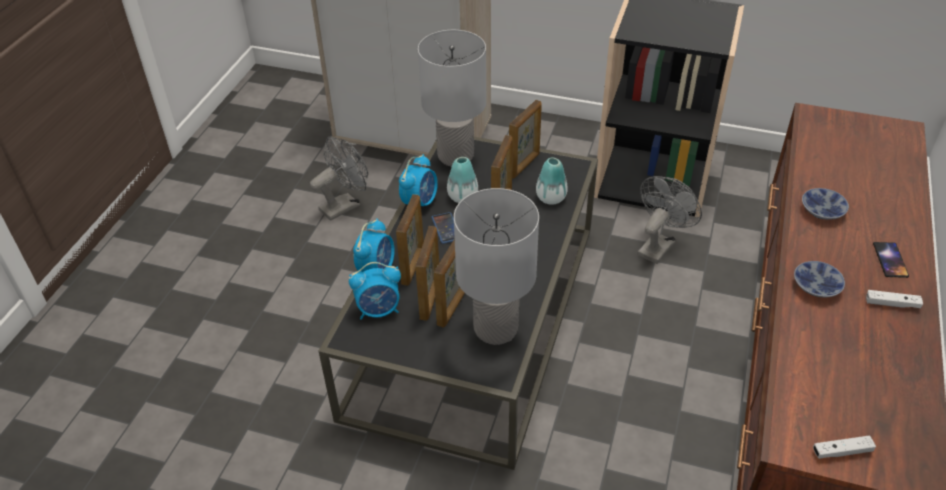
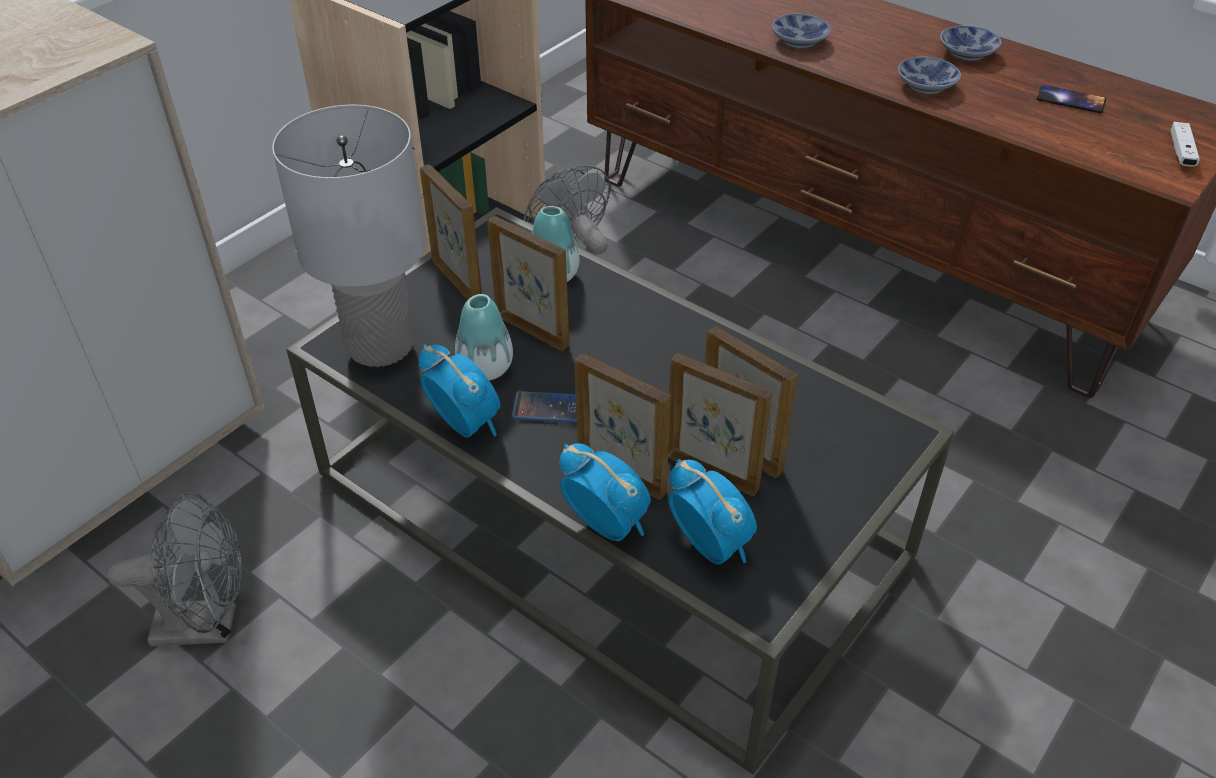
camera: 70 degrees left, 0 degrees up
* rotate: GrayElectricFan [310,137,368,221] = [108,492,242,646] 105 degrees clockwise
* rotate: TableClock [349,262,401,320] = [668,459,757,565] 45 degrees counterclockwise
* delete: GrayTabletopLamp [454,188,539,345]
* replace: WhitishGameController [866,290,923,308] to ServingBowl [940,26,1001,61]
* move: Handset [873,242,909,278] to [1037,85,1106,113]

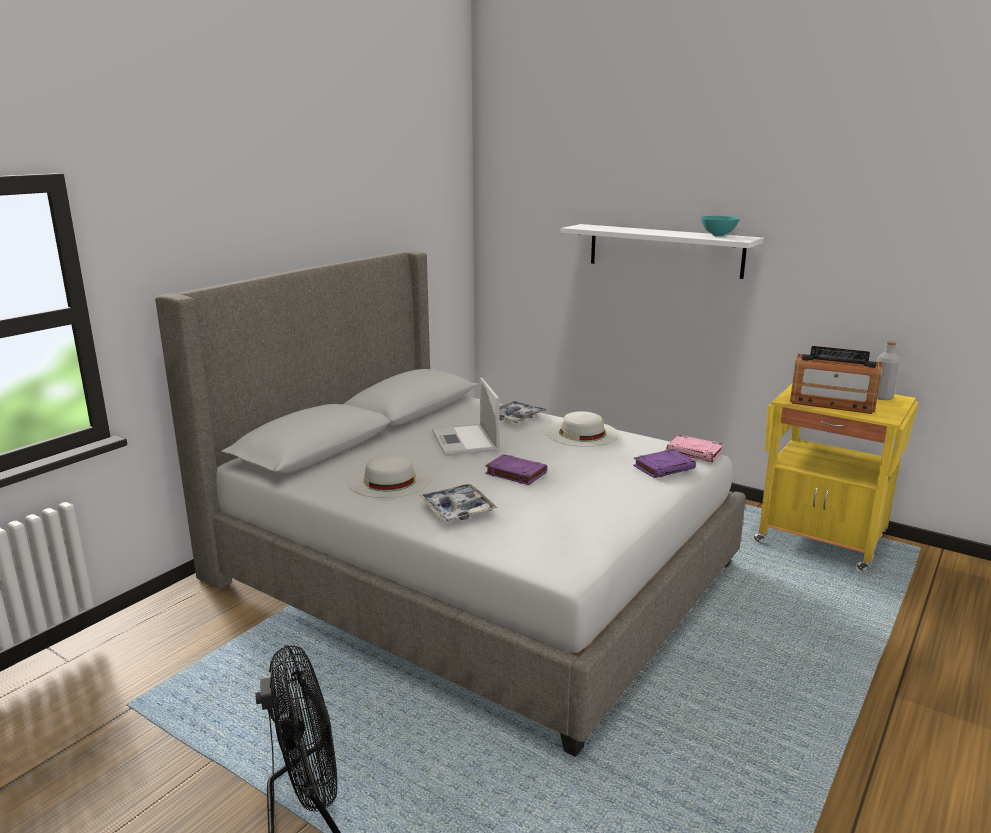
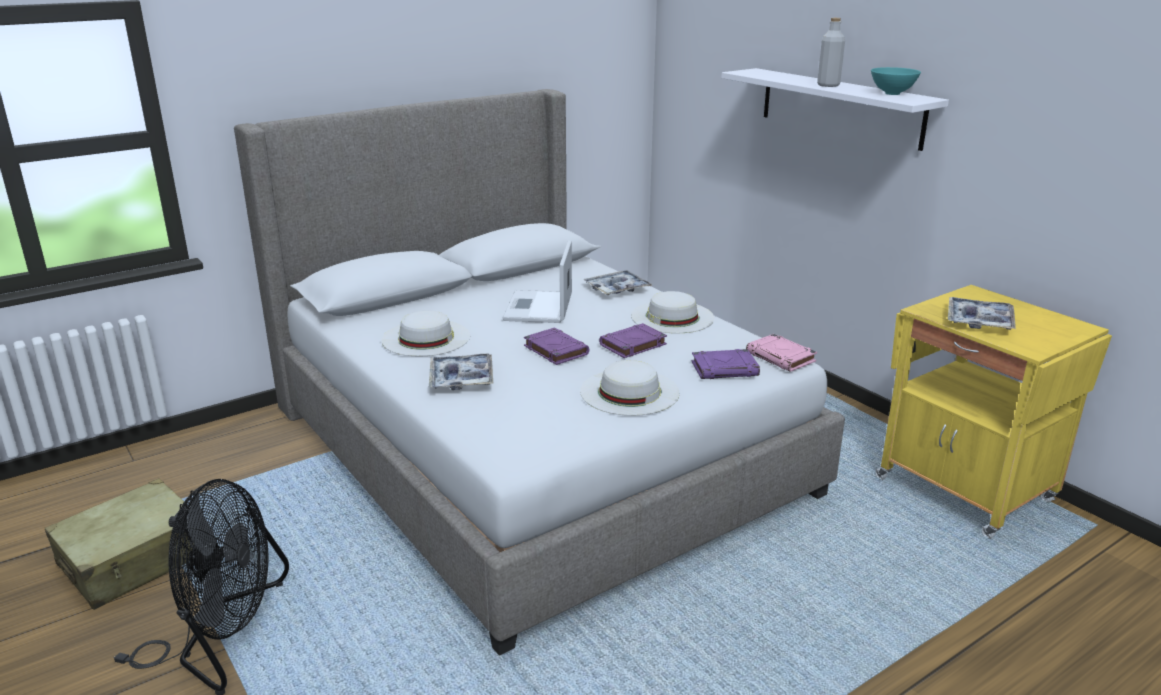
camera: 20 degrees right, 5 degrees up
* replace: Radio [790,346,882,414] to ServingTray [948,297,1016,330]
* move: GrayDrinkBottle [877,341,900,400] to [817,18,845,87]
* insert: BeigeColouredSuitcase [45,478,192,610]
* insert: WhitishClothingHat [580,360,680,416]
* insert: PurpleColouredBook [599,323,667,358]

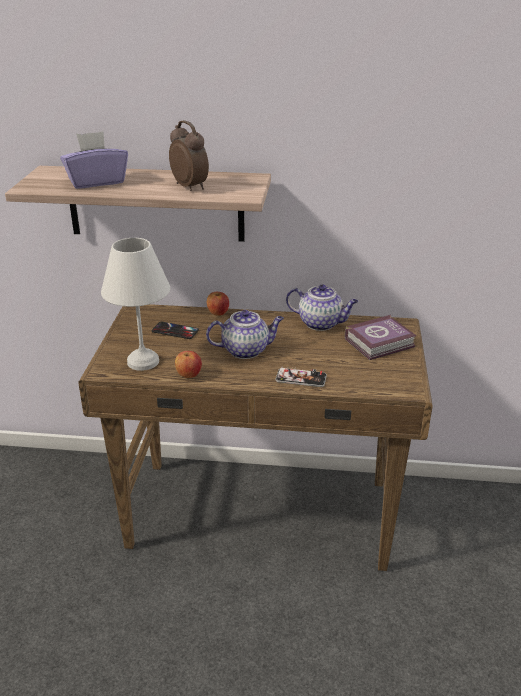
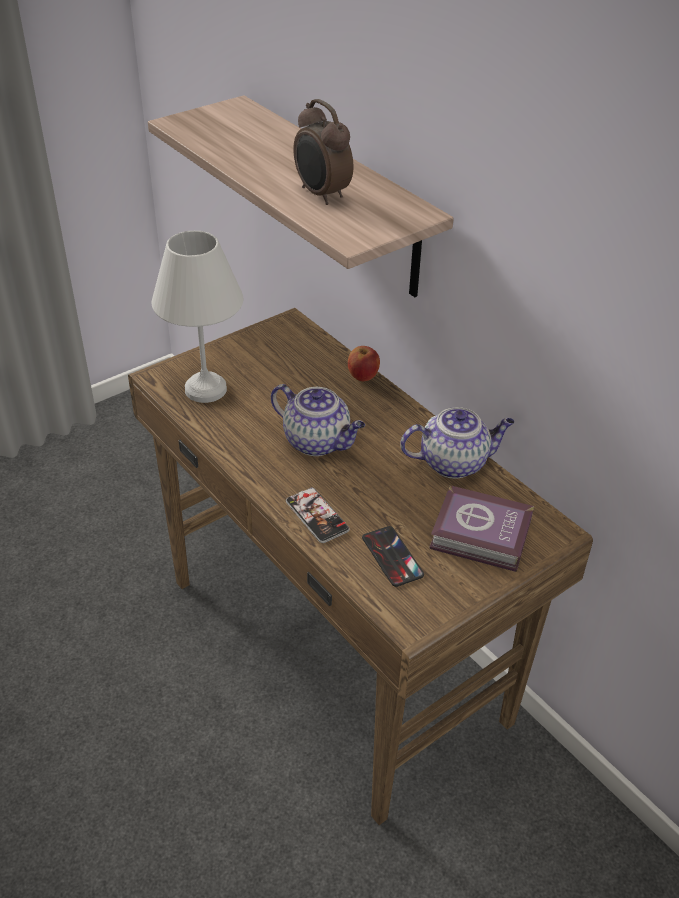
camera: 45 degrees right, 10 degrees up
* delete: PurpleColouredTissueBox [60,131,128,189]
* move: Handset [152,322,199,339] to [362,526,424,587]
* rotate: TableClock [169,120,209,191] = [293,99,353,205] 135 degrees clockwise
* delete: Apple [175,351,202,378]
* rotate: Teapot [286,284,358,331] = [400,407,515,479] 75 degrees counterclockwise

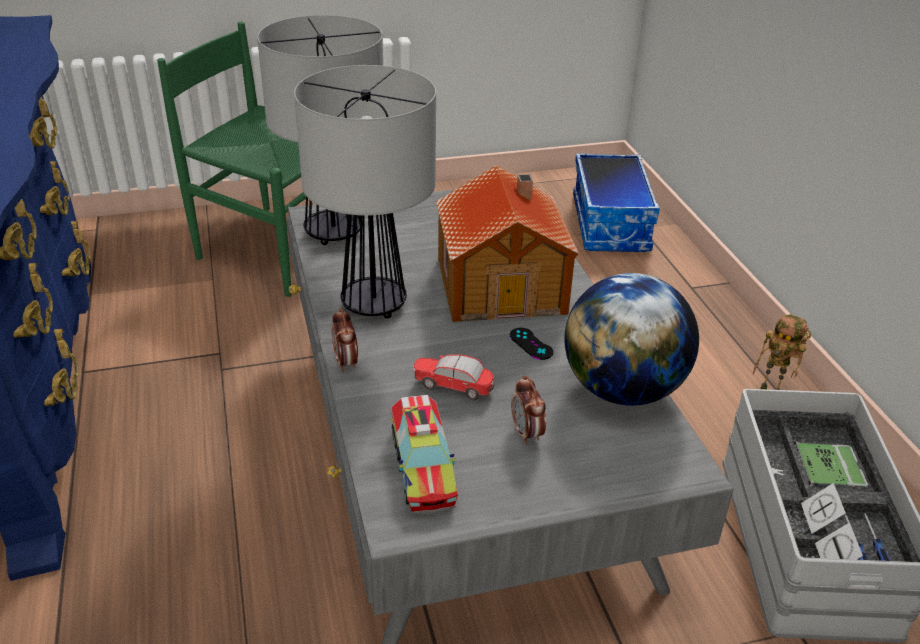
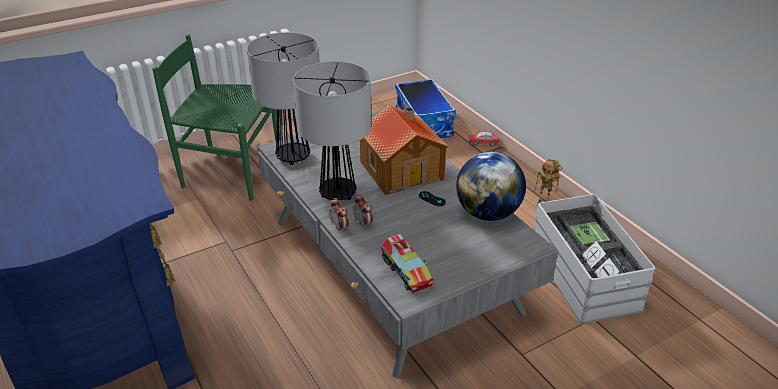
camera: 15 degrees left, 0 degrees up
* move: MiniatureCar [413,355,494,400] to [468,131,499,147]
* move: TableClock [511,376,546,445] to [353,194,373,229]

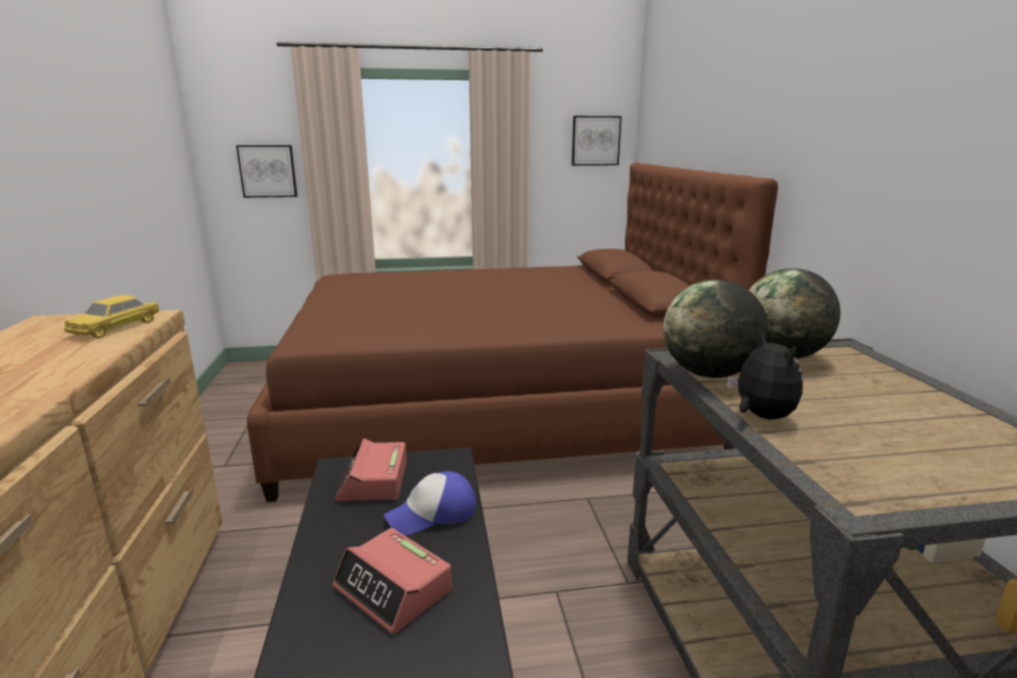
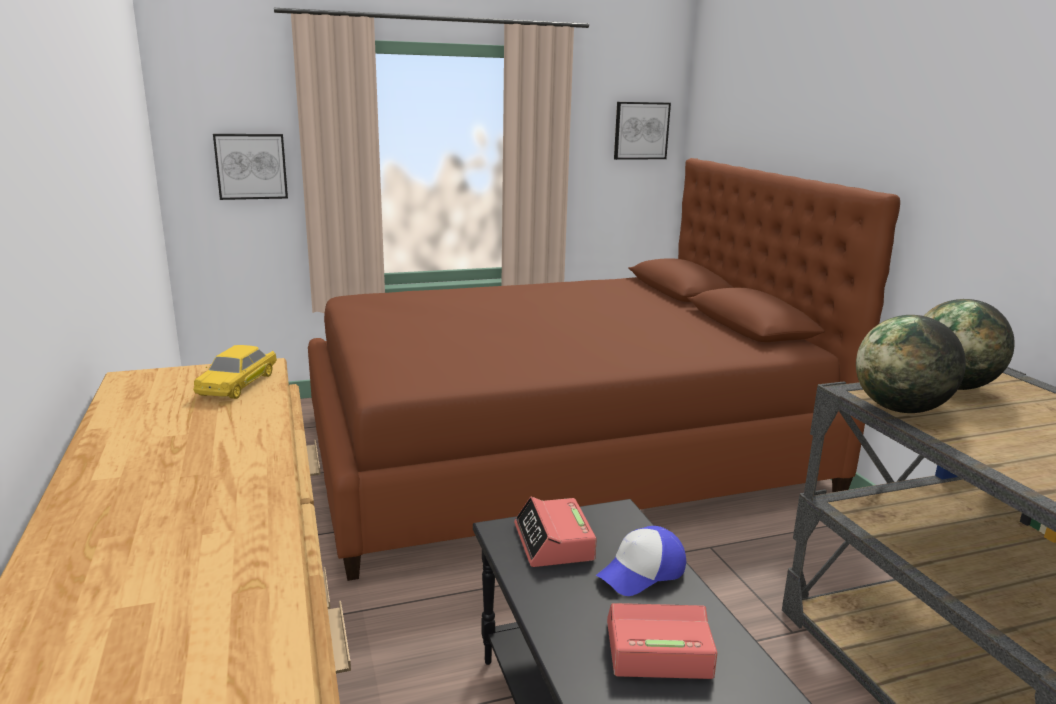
camera: 10 degrees left, 0 degrees up
* rotate: TableClock [333,528,452,634] = [607,603,717,679] 150 degrees clockwise
* delete: PlushToy [728,331,803,420]

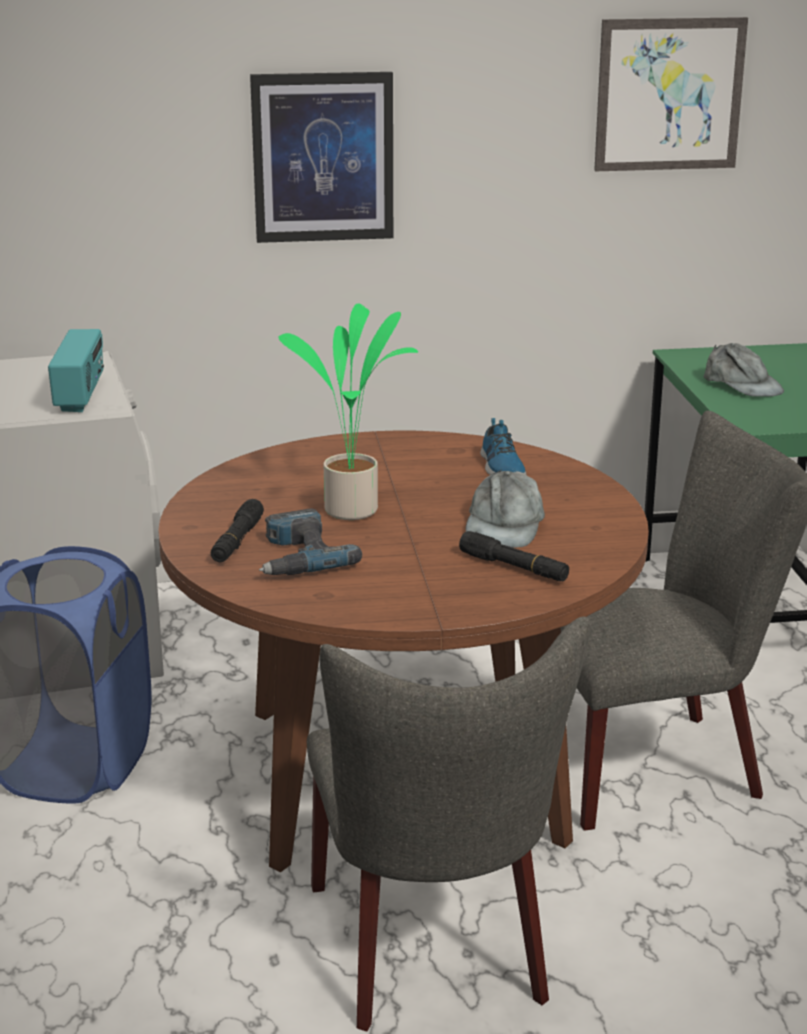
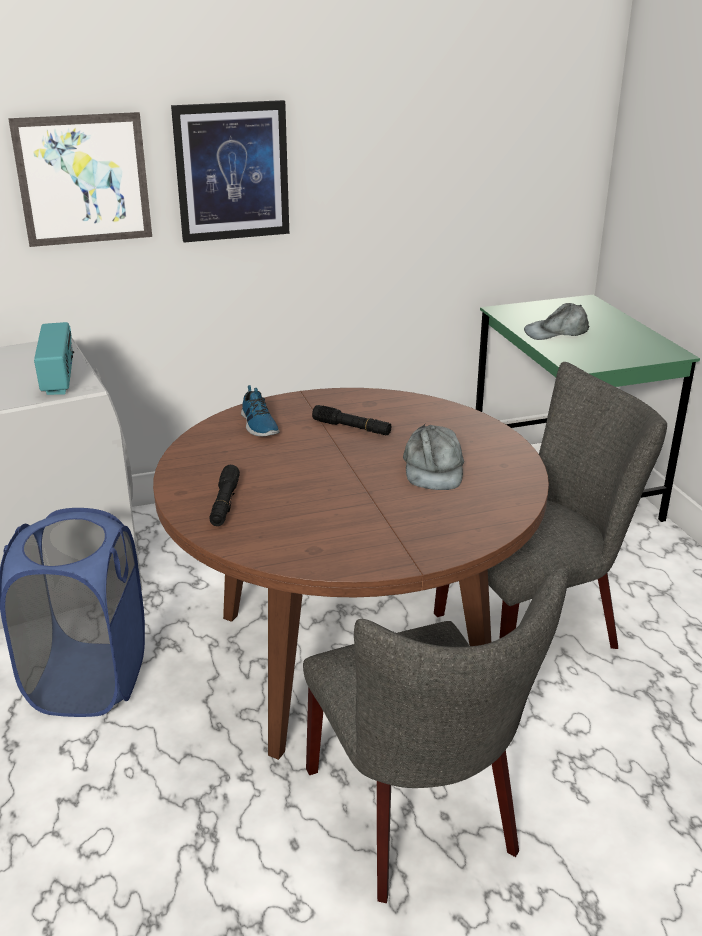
camera: 10 degrees left, 5 degrees up
* delete: PowerDrill [259,509,362,575]
* delete: Houseplant [278,303,418,520]
* move: BlackishTorch [459,531,569,582] to [312,405,391,435]
* move: LowShoe [480,418,527,475] to [241,385,280,437]
* move: WallPicture [594,17,748,171] to [8,112,152,247]
* rotate: GrayPeakedCap [704,343,784,397] = [524,303,589,340] 120 degrees clockwise

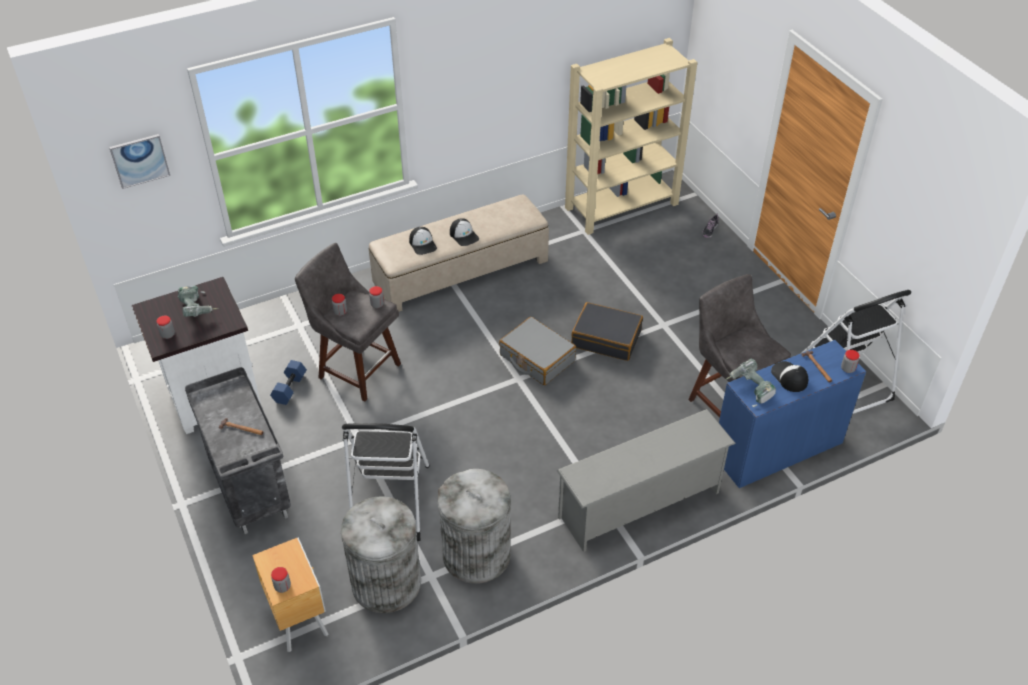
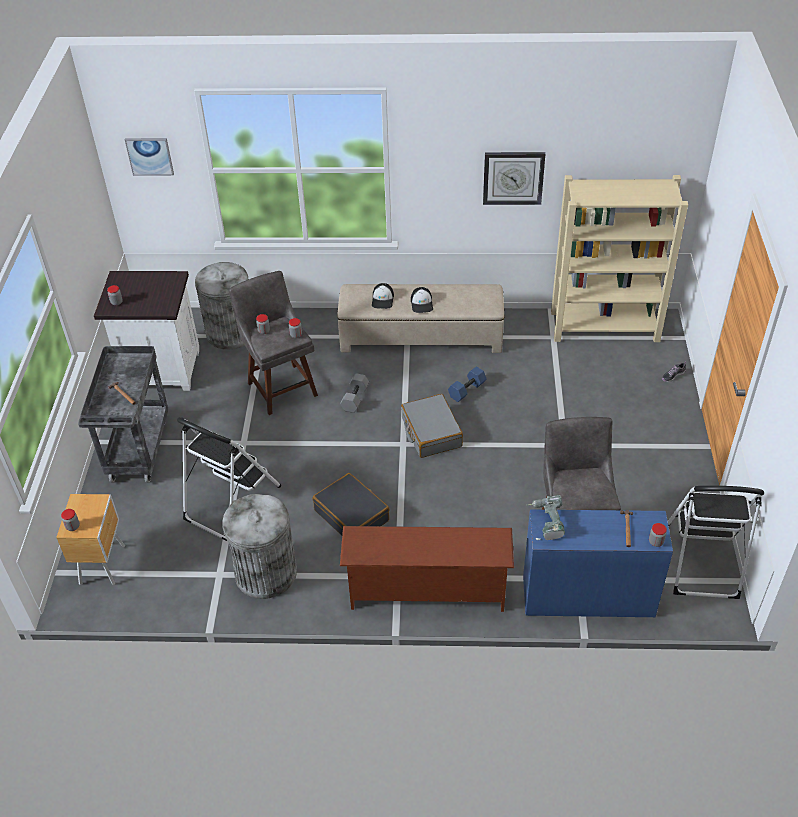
camera: 30 degrees right, 0 degrees up
* delete: PowerDrill [178,286,218,317]
* move: BluishDumbbell [270,360,307,405] to [448,366,487,402]
* move: GrayWasteBin [341,496,421,613] to [195,262,248,350]
* recolor: GrayShoeStand [556,409,736,552] to BrownishShoeStand [340,526,514,612]
* move: BlackishSuitcase [571,302,643,361] to [313,473,390,536]
* delete: PeakedCap [771,361,808,392]
* insert: GrayDumbbell [340,373,369,413]
* insert: WallClock [483,152,545,205]

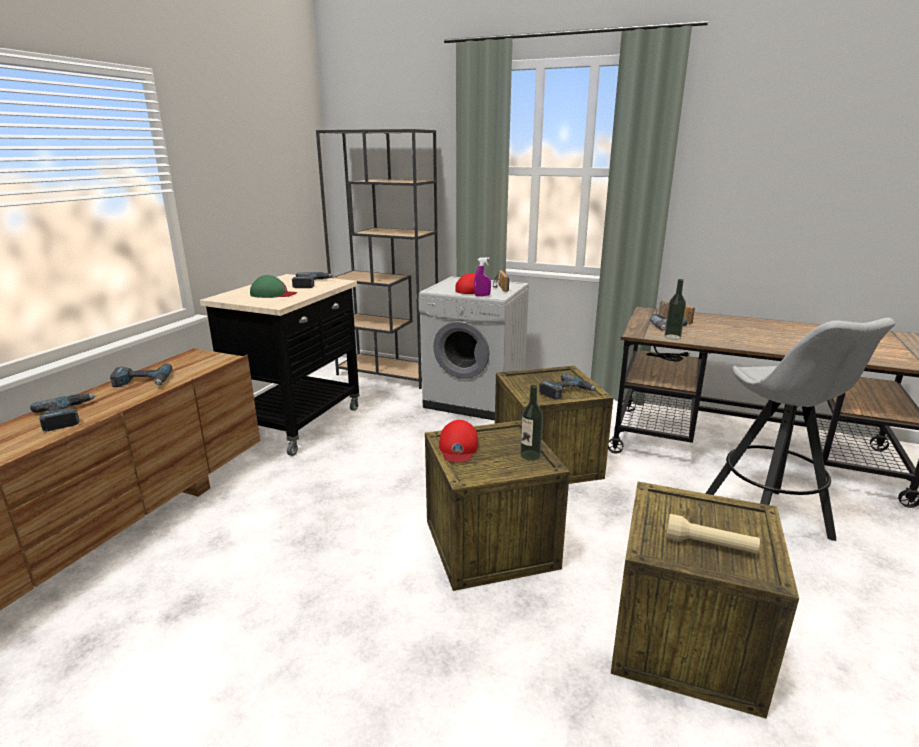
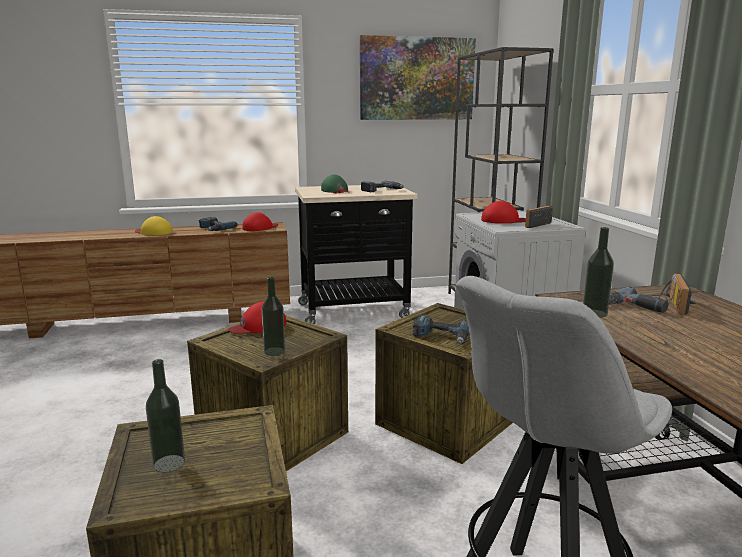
camera: 55 degrees right, 5 degrees down
* replace: PowerDrill [30,394,96,431] to YellowishPeakedCap [135,216,173,235]
* delete: PurpleColouredHandSprayer [474,257,491,296]
* replace: BeigeColouredTorch [666,514,760,554] to DrinkBottle [146,359,185,473]
* insert: ReddishPeakedCap [242,212,278,231]
* insert: WallPicture [360,35,476,120]

